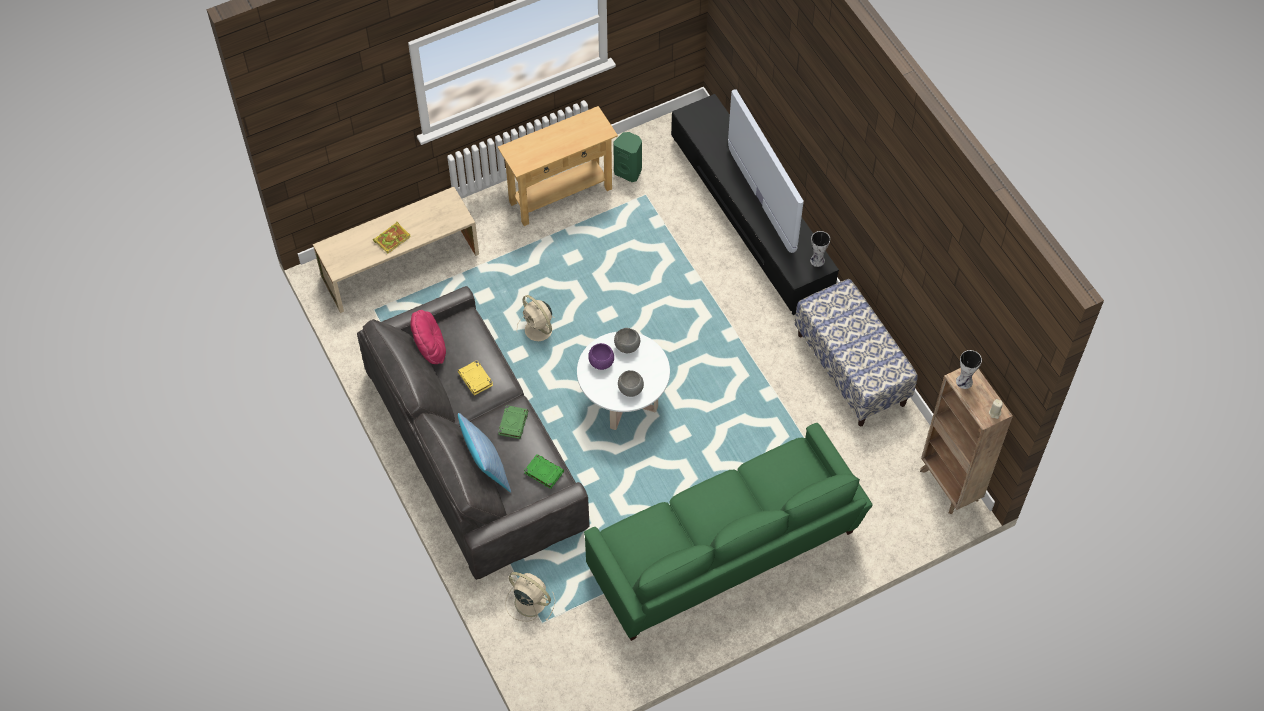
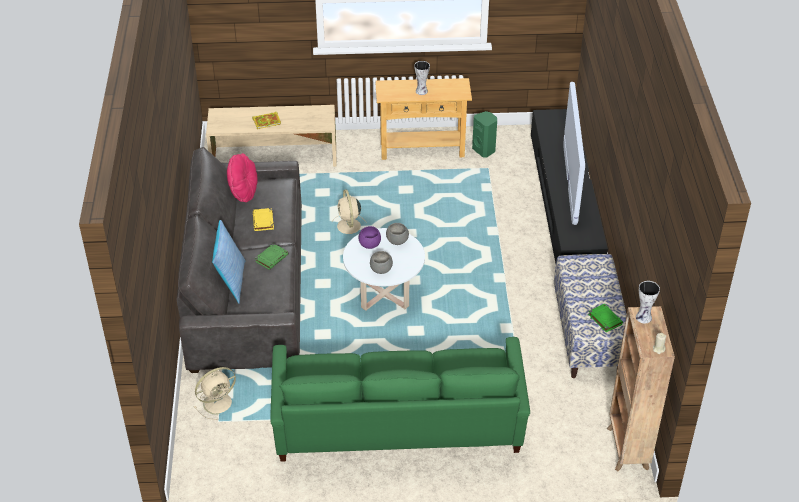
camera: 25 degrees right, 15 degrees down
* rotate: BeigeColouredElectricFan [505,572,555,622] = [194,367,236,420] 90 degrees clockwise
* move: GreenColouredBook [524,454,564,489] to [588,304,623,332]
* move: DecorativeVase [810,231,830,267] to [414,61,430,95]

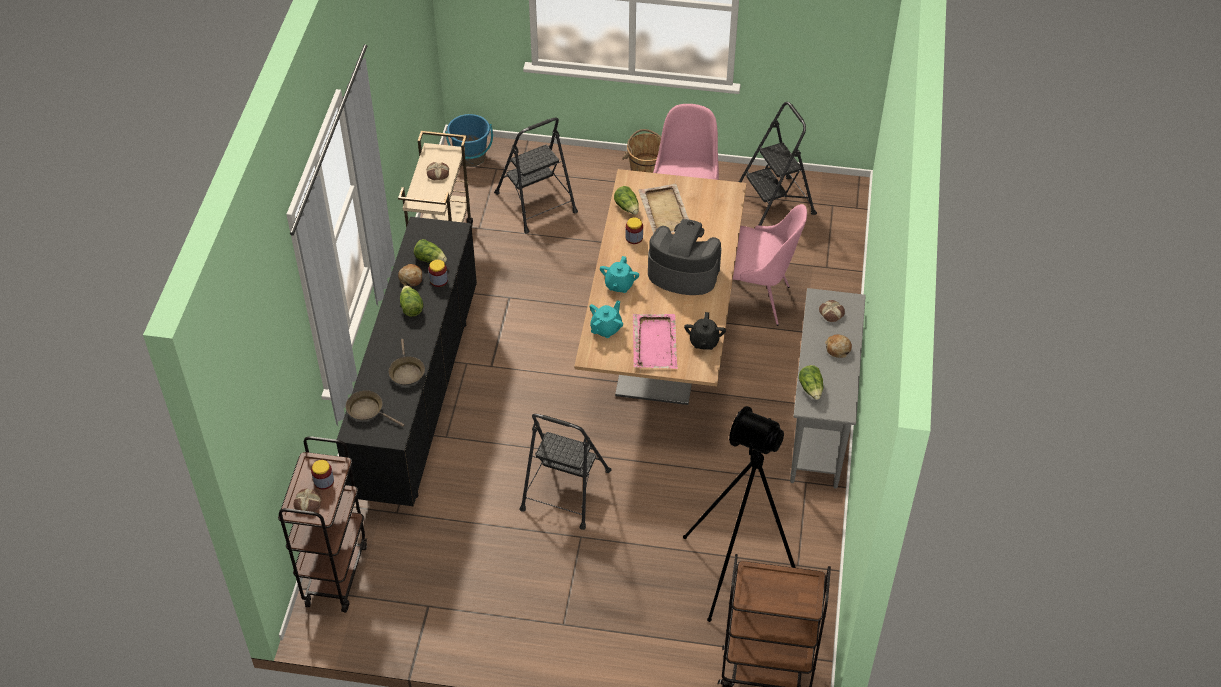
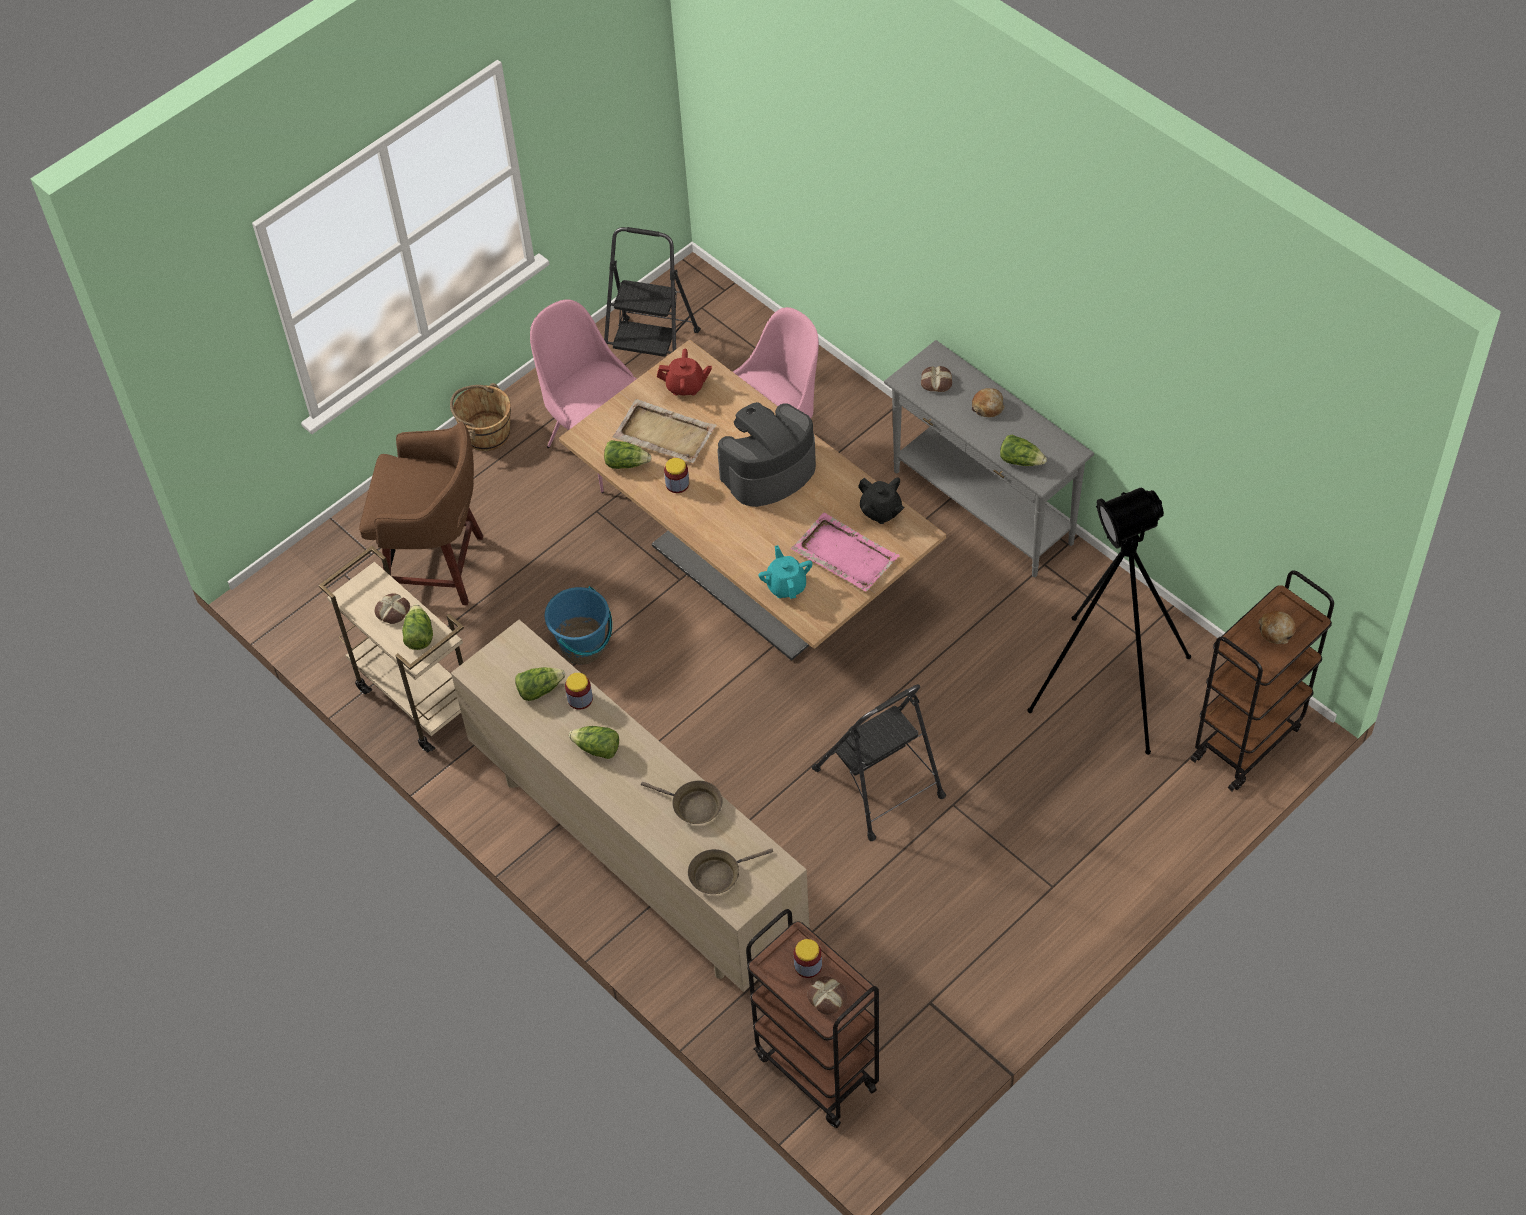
camera: 50 degrees left, 5 degrees up
* recolor: BlackishCabinet [336,217,477,506] to BeigeColouredCabinet [451,620,810,992]
* move: BakeryBread [398,264,422,286] to [1258,611,1296,644]
* move: BluishPail [445,114,493,167] to [545,586,612,665]
* replace: BlackishStepLadder [494,118,578,233] to BrownishStoolSeat [359,421,483,605]
* delete: BlueGreenTeapot [600,256,639,293]
* insert: Lettuce [402,604,433,650]
* insert: ReddishTeapot [657,349,712,395]

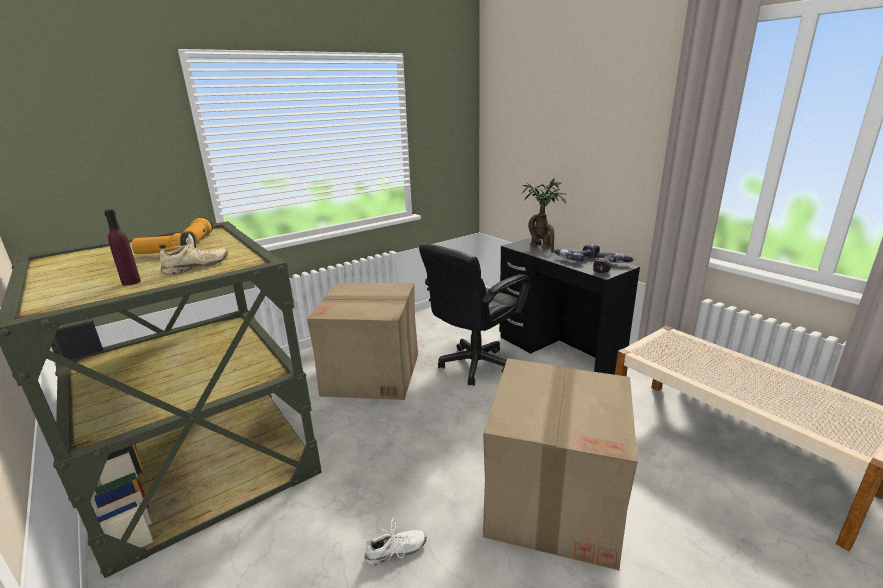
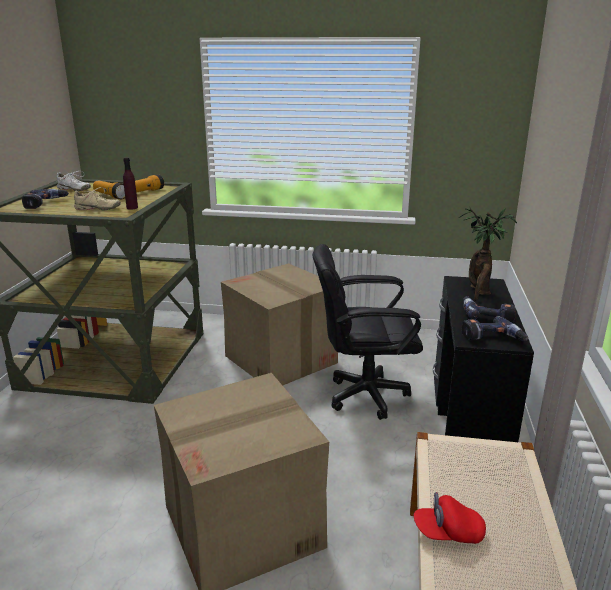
camera: 45 degrees right, 0 degrees up
* move: PurpleColouredDrinkBottle [104,209,141,286] to [123,157,138,210]
* move: WhitishLowShoe [364,518,427,566] to [56,171,91,191]
* insert: PowerDrill [22,189,69,209]
* insert: ReddishPeakedCap [414,492,486,544]

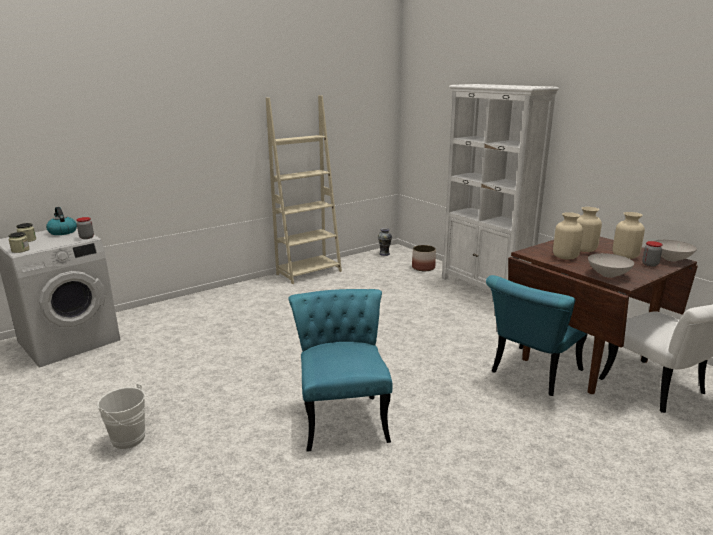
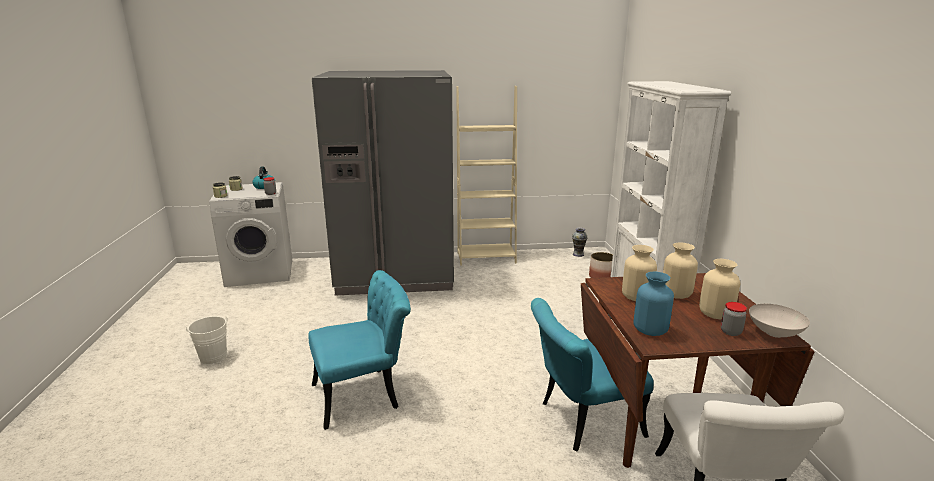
camera: 30 degrees right, 0 degrees up
* rotate: BlueGreenPlainChair [289,289,393,451] = [308,270,411,430] 45 degrees clockwise
* replace: WhitishServingBowl [588,253,634,278] to BluishDecorativeVase [634,272,674,336]
* insert: GrayFridge [312,70,454,296]

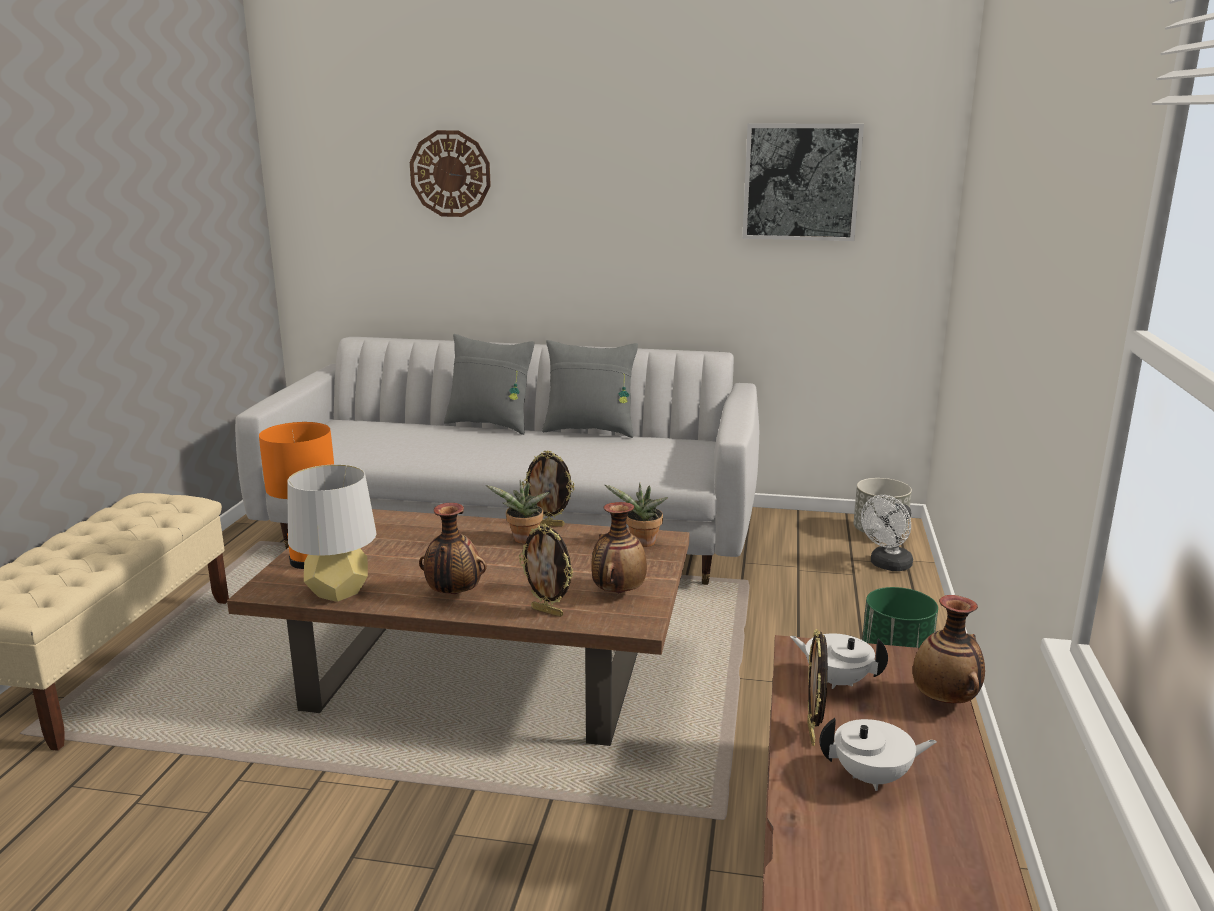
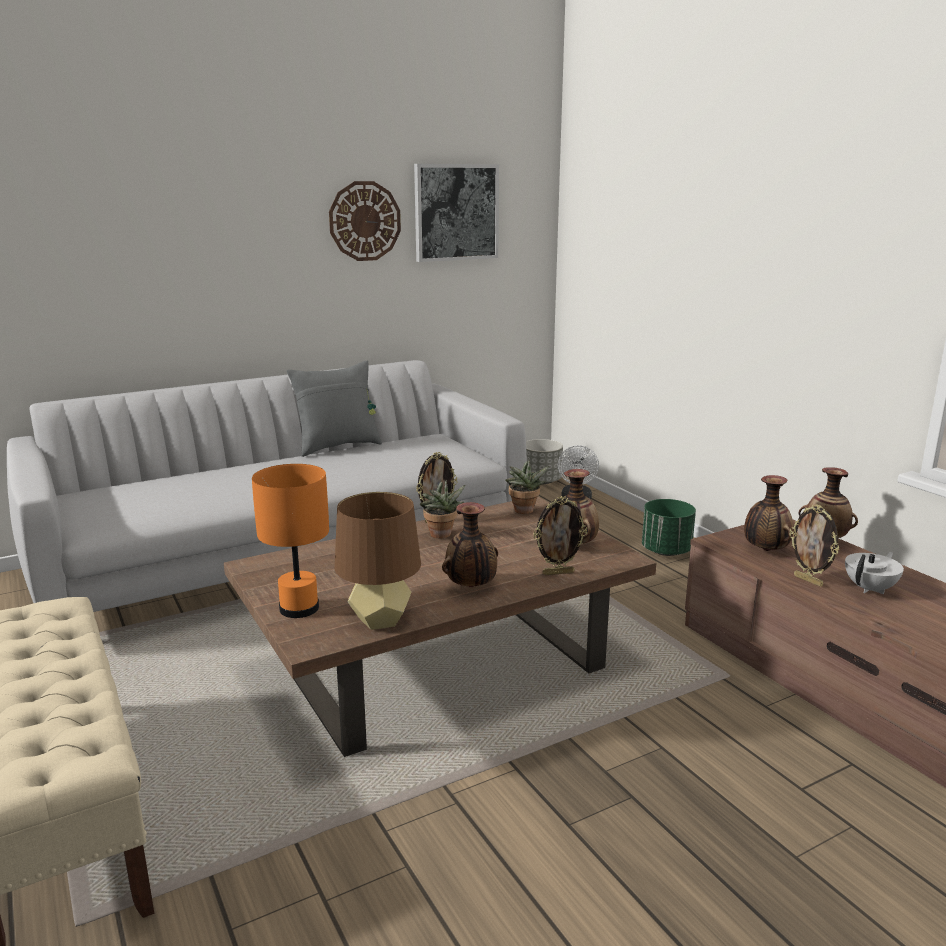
camera: 40 degrees left, 0 degrees up
* recolor: GrayTabletopLamp [287,464,376,602] to BrownishTabletopLamp [335,492,421,630]
* move: WallClock [410,130,491,217] to [329,181,401,261]
* delete: GrayPillow [444,334,535,435]
* replace: WhitishTeapot [790,633,888,689] to DecorativeVase [744,475,794,551]

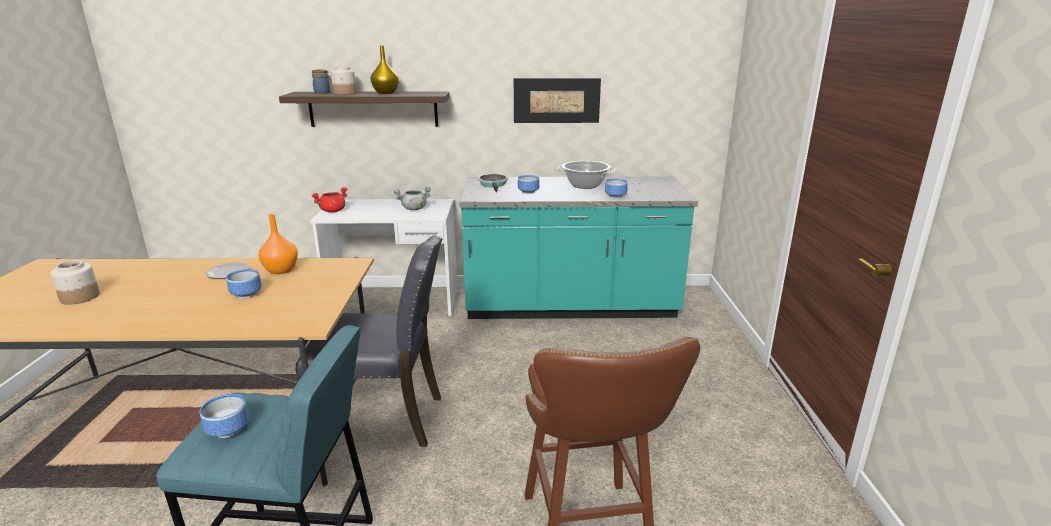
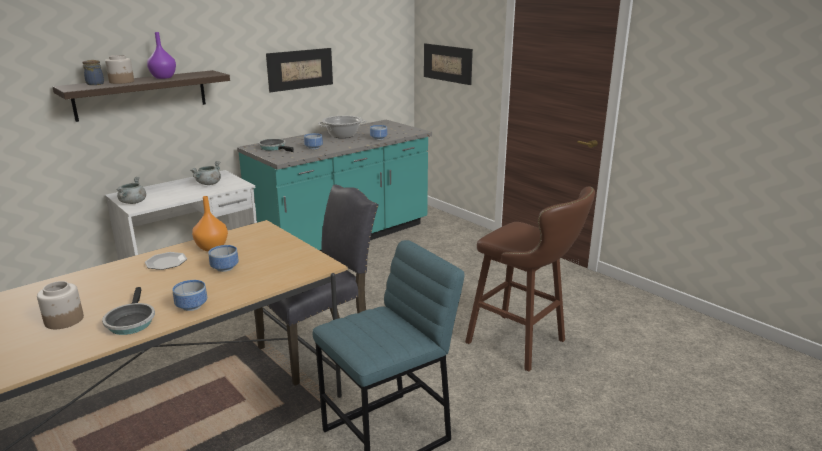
camera: 40 degrees left, 0 degrees up
* move: ServingBowl [200,394,249,438] to [172,280,207,311]
* recolor: ReddishSaucepot [312,187,347,213] to GraySaucepot [116,177,146,204]
* recolor: YellowishDecorativeVase [371,46,399,94] to PurpleColouredDecorativeVase [147,32,176,79]
* insert: Skillet [102,287,155,335]
* insert: WallPicture [424,43,473,85]

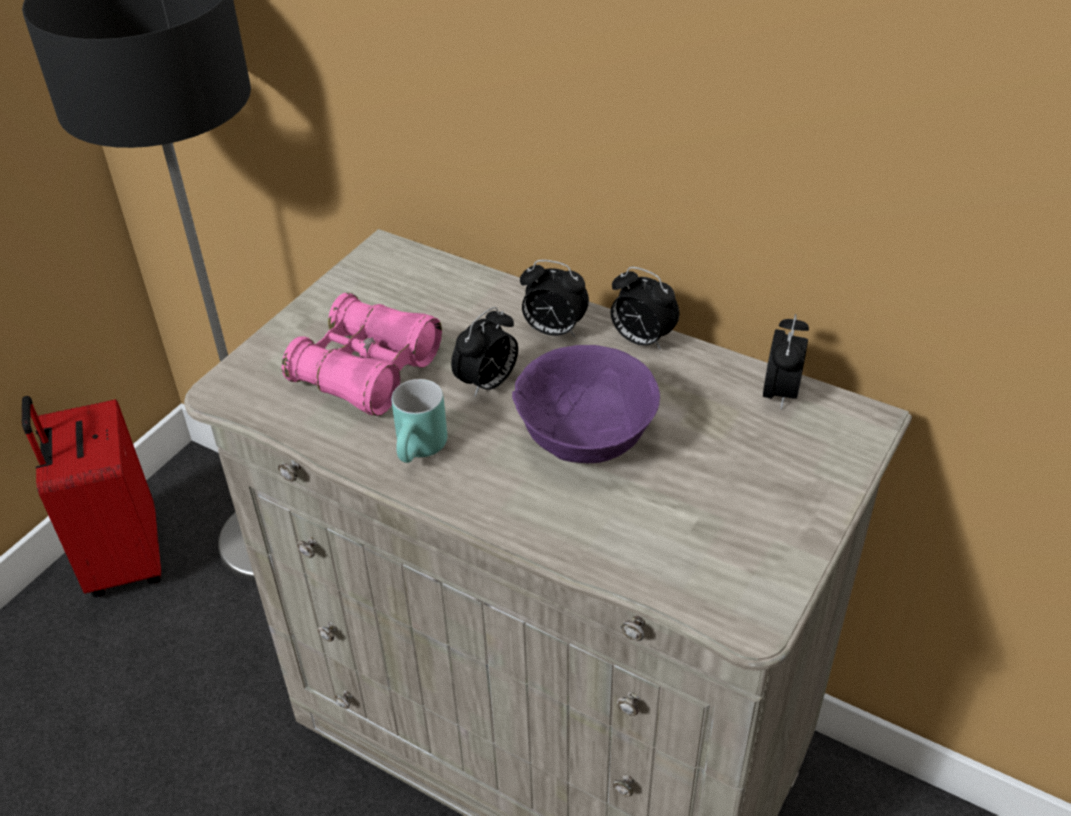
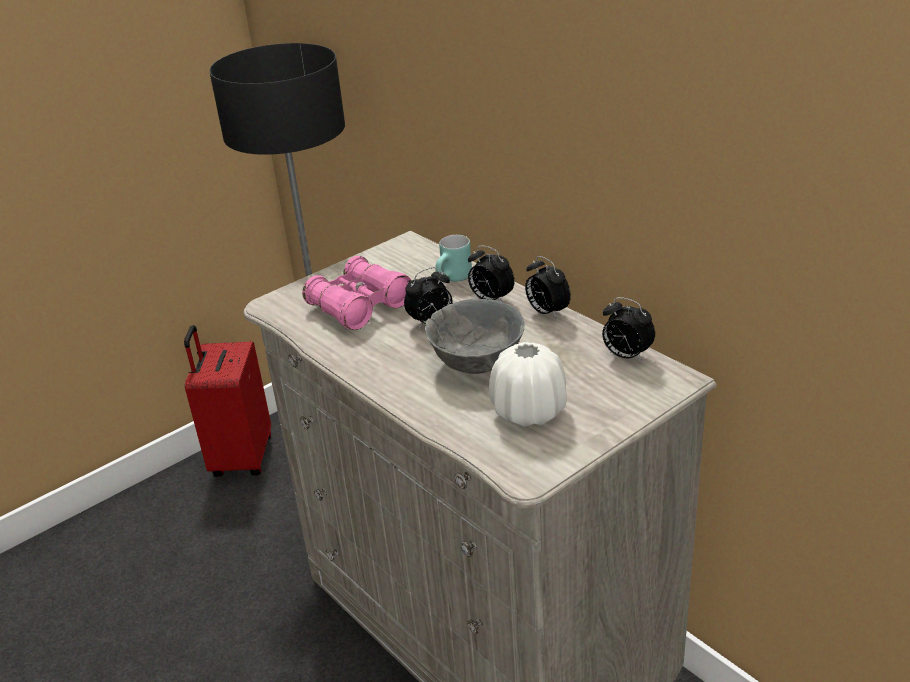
camera: 20 degrees right, 10 degrees down
* move: BlueGreenCoffeeMug [392,379,447,463] to [435,235,472,282]
* recolor: PurpleColouredServingBowl [512,345,660,463] to GrayServingBowl [425,299,525,374]
* rotate: TableClock [763,314,809,410] = [602,297,655,362] 90 degrees clockwise
* insert: WhitishDecorativeVase [489,342,567,427]

